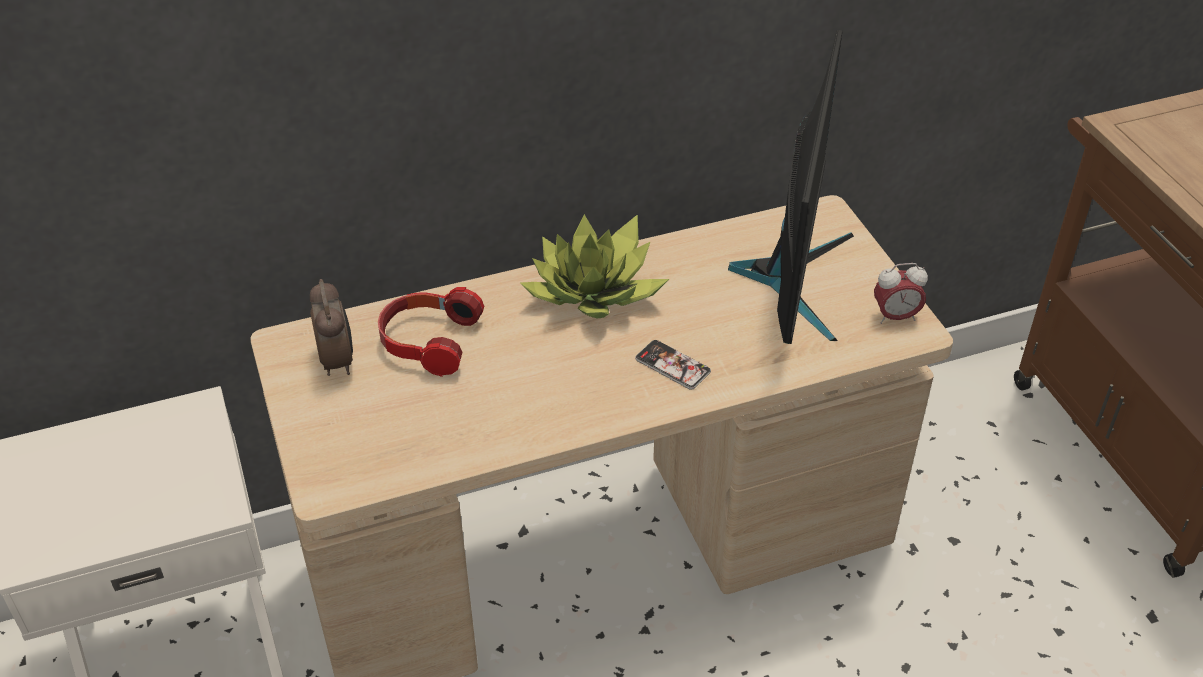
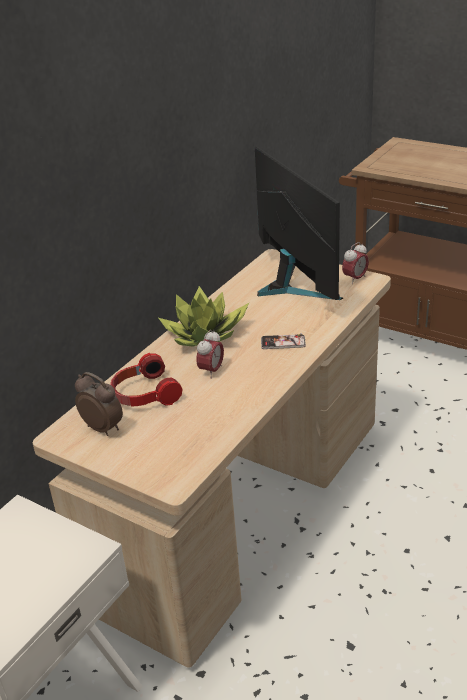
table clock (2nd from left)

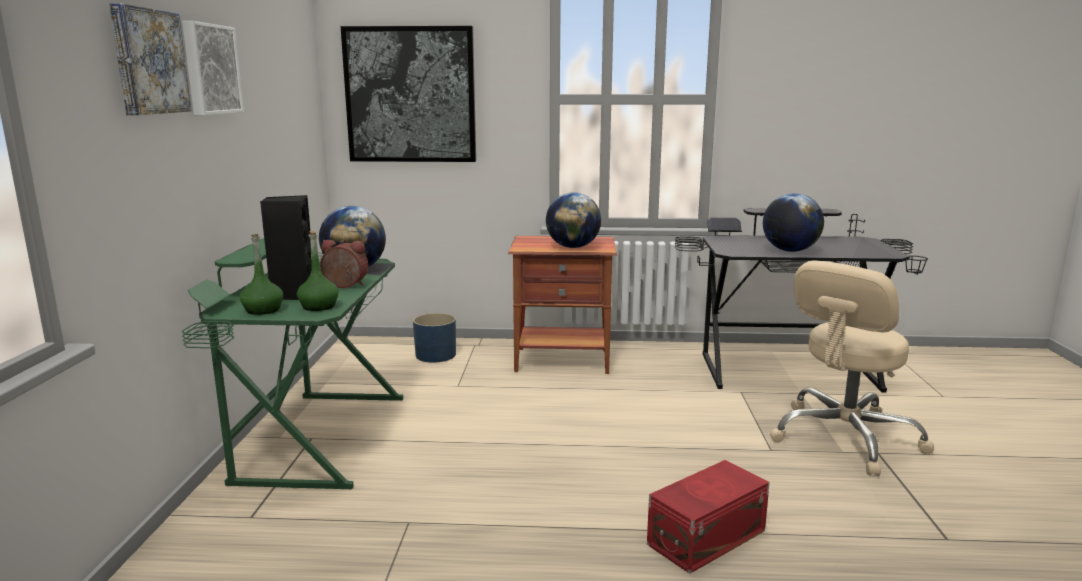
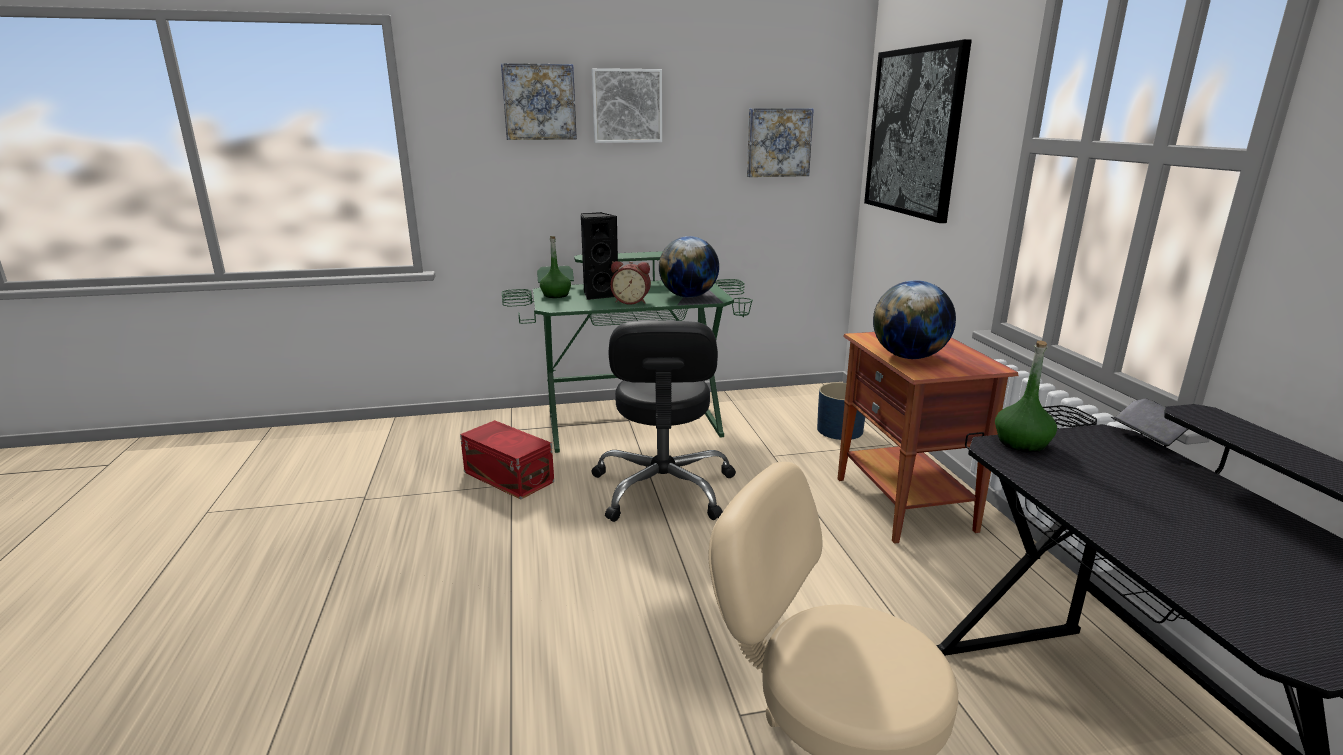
world globe (3rd from left in the first image)
blackish office chair
picture (3rd from left)
green-coloured bottle (2nd from left)
reddish storage container
table clock

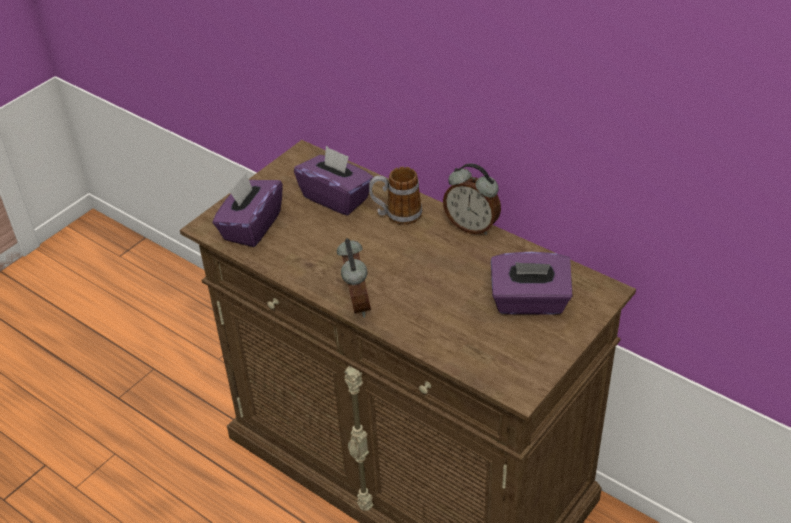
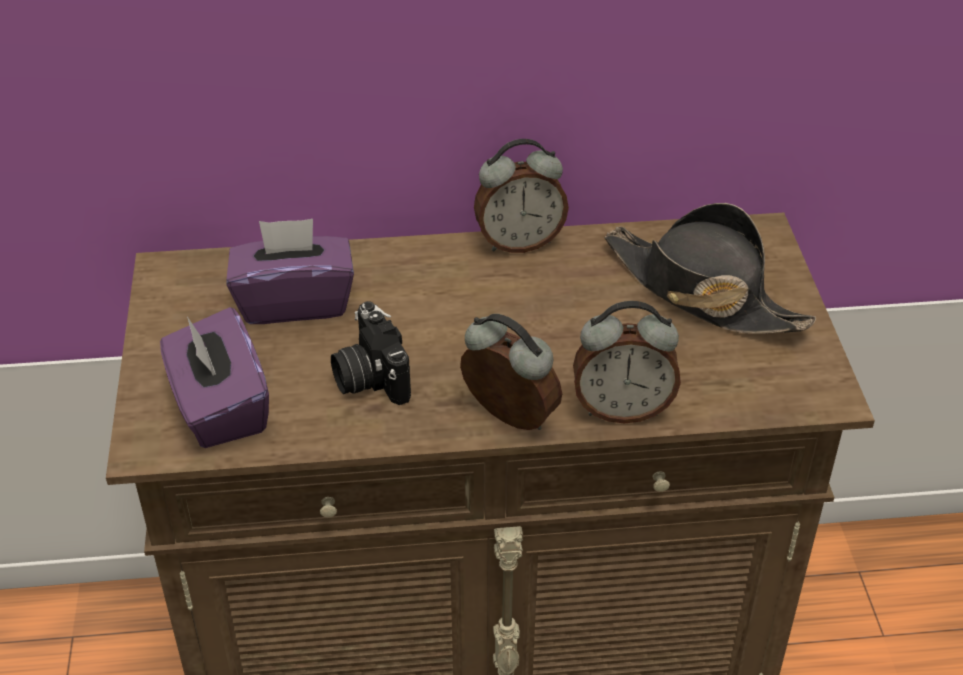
mug
photo camera
table clock (3rd from left)
blackish clothing hat

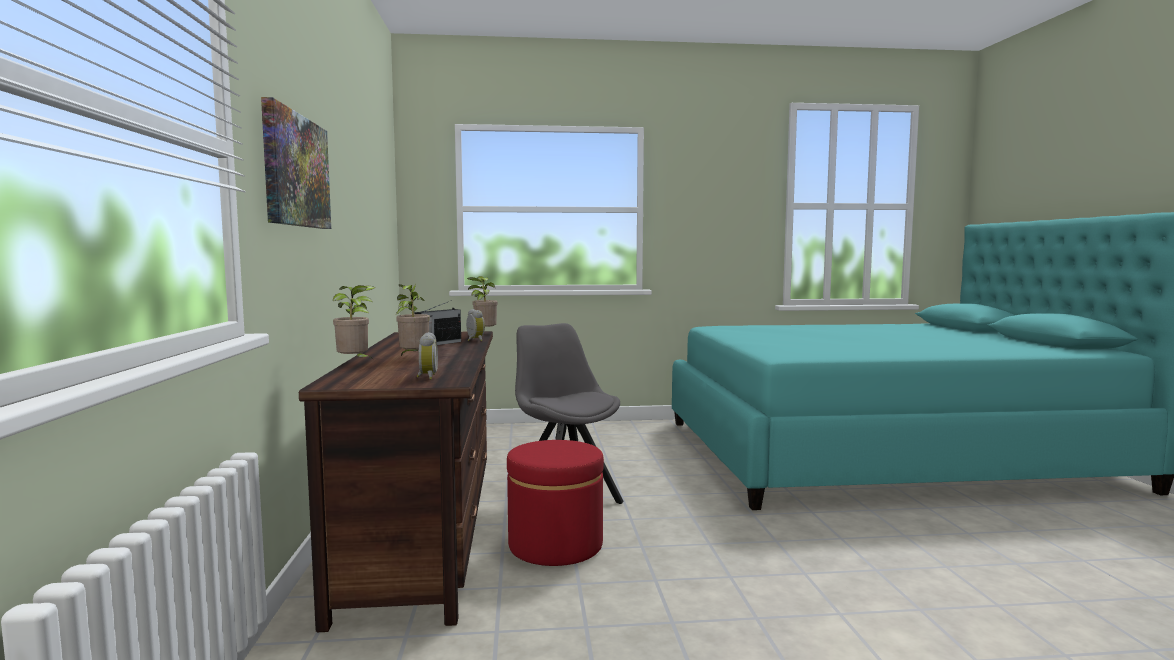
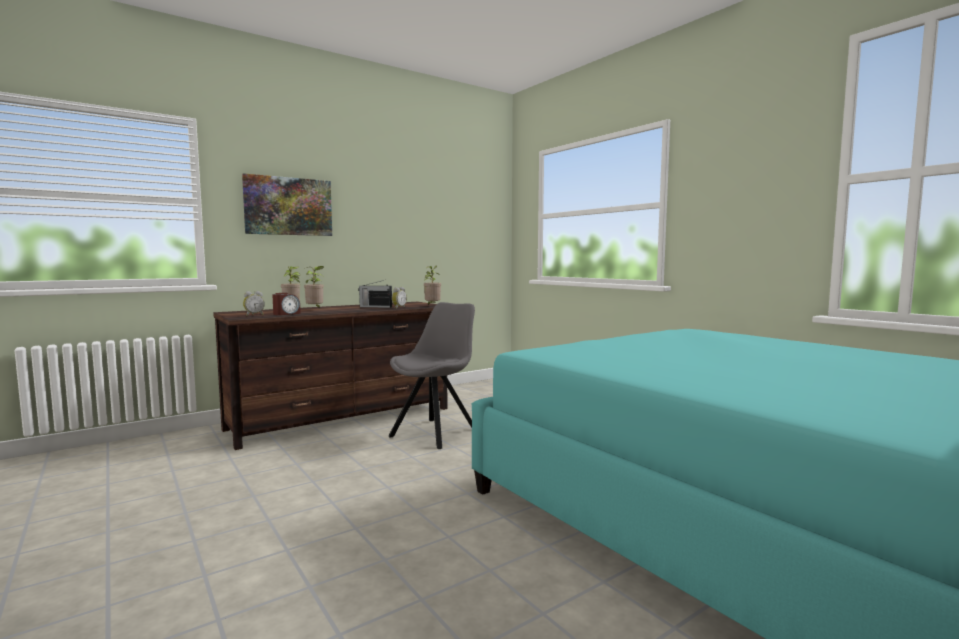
reddish footrest
table clock (2nd from left)

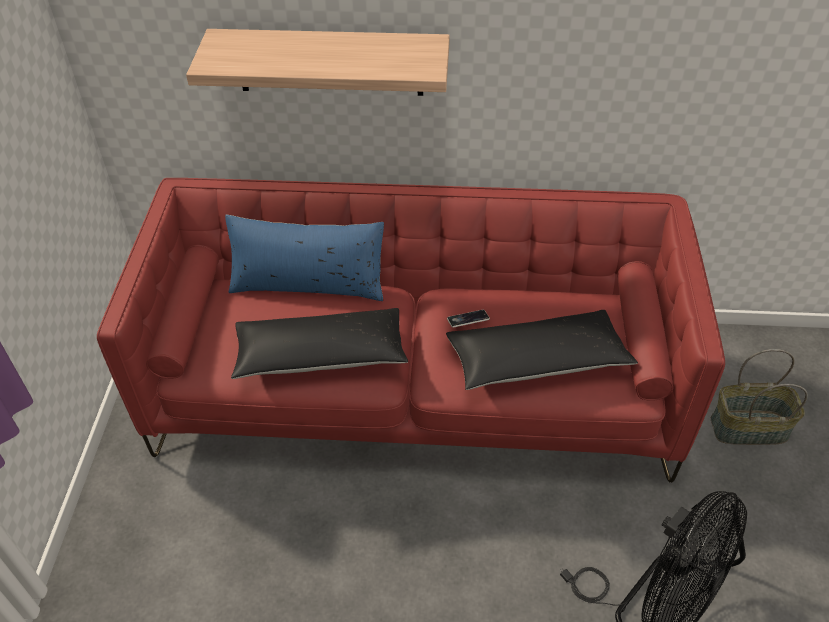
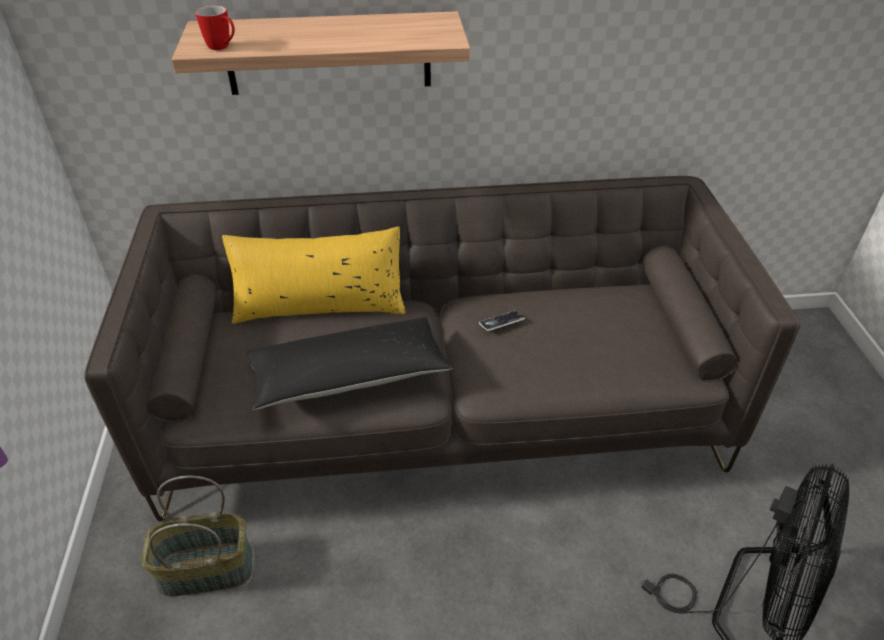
blackish cushion (2nd from left in the first image)
mug
storage basket
grey couch
yellow cushion

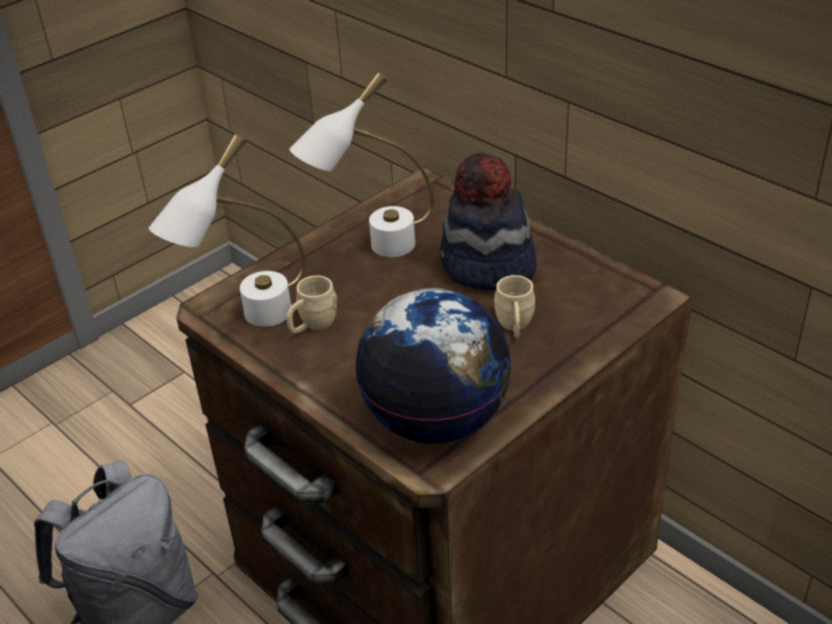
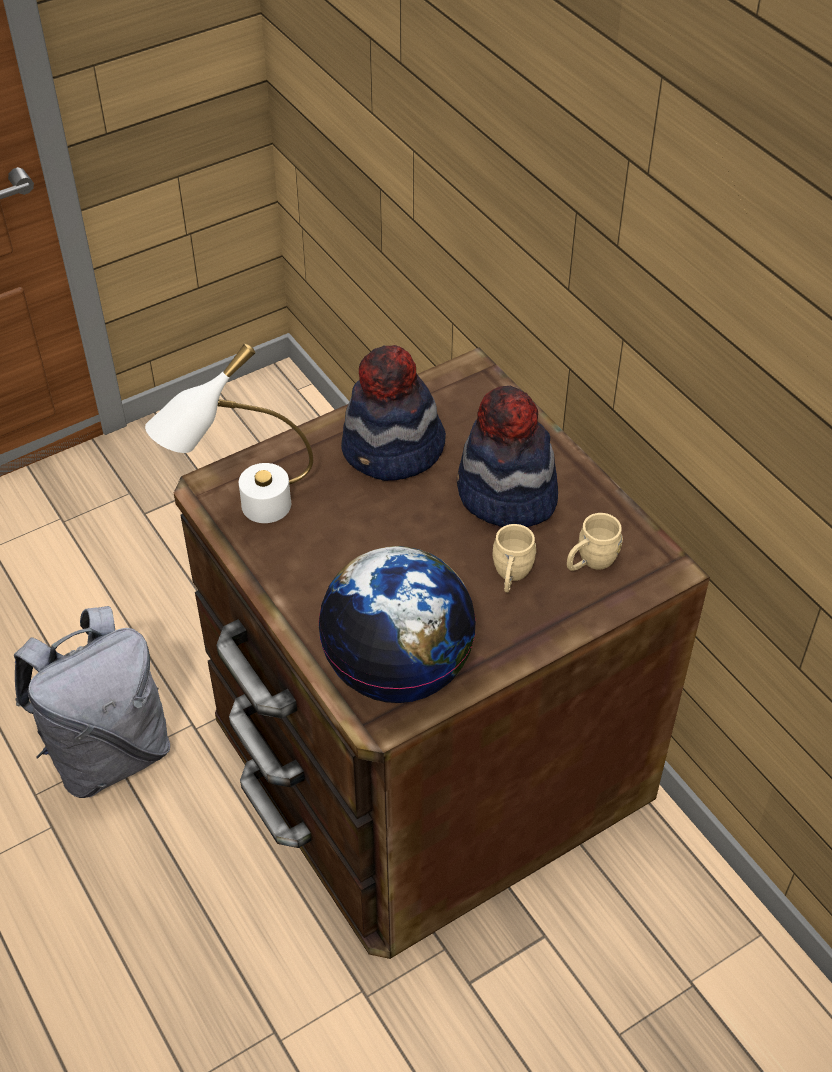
beige mug (2nd from left)
clothing hat (1st from left)

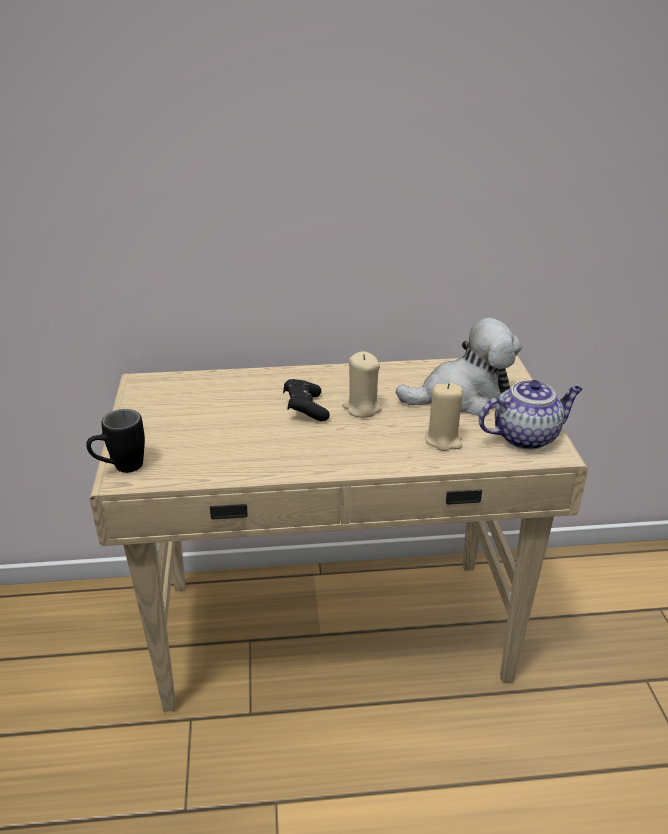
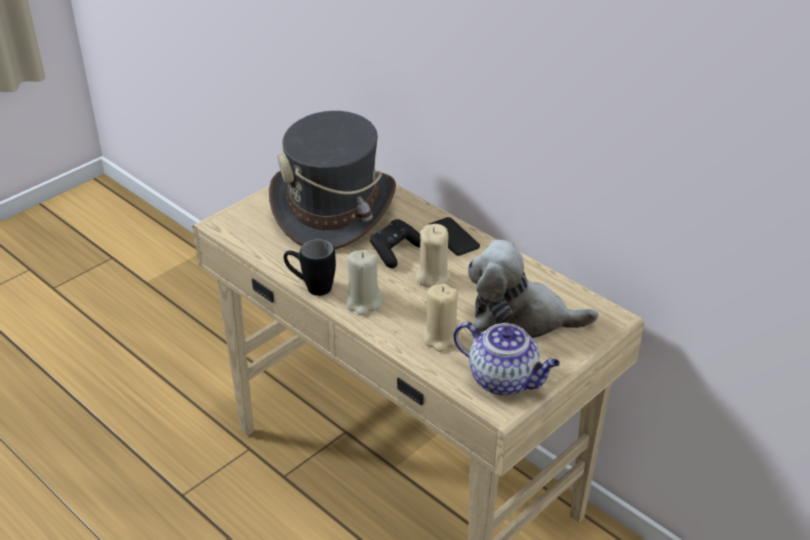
grey clothing hat
beige wax light (1st from left)
telephone
blackish mug
cuddly toy

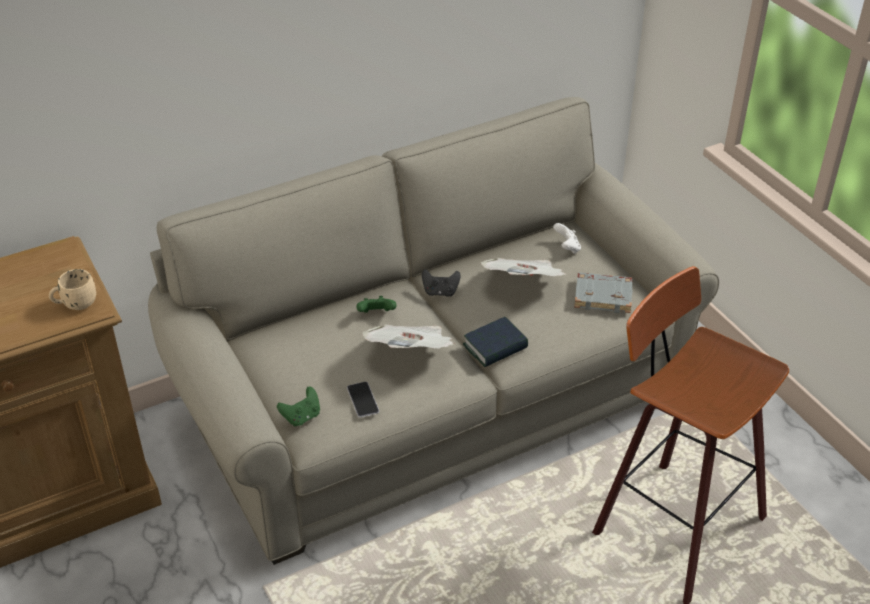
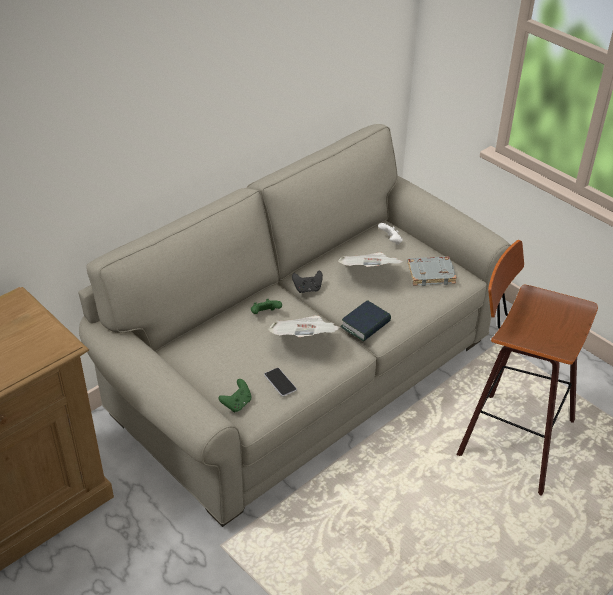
beige mug

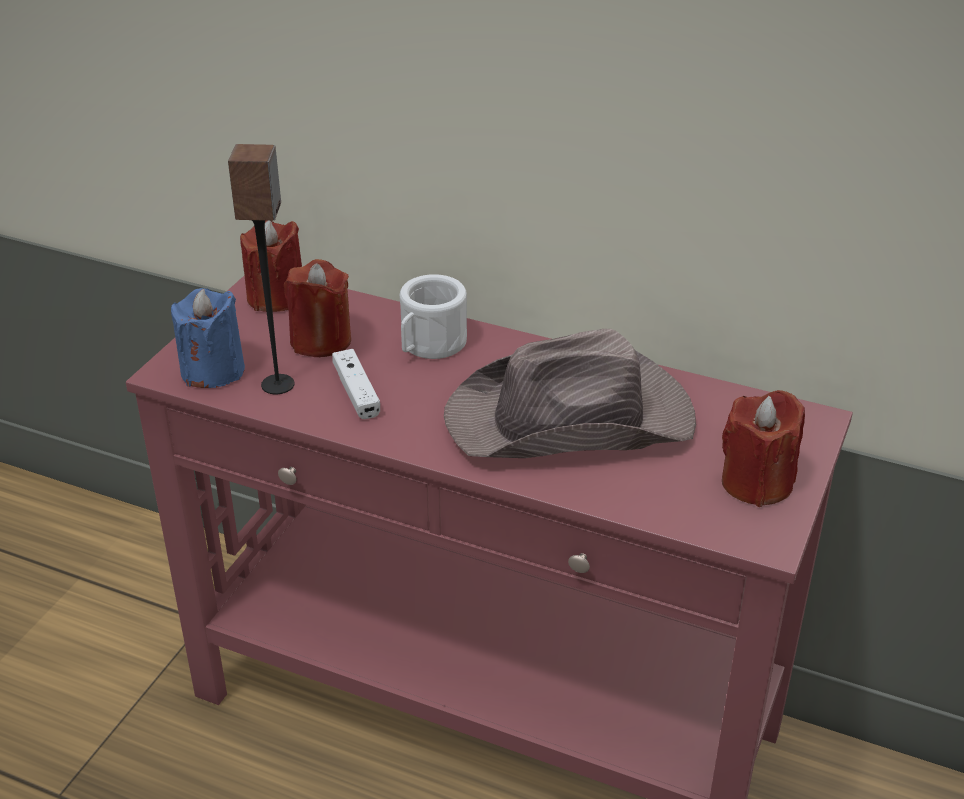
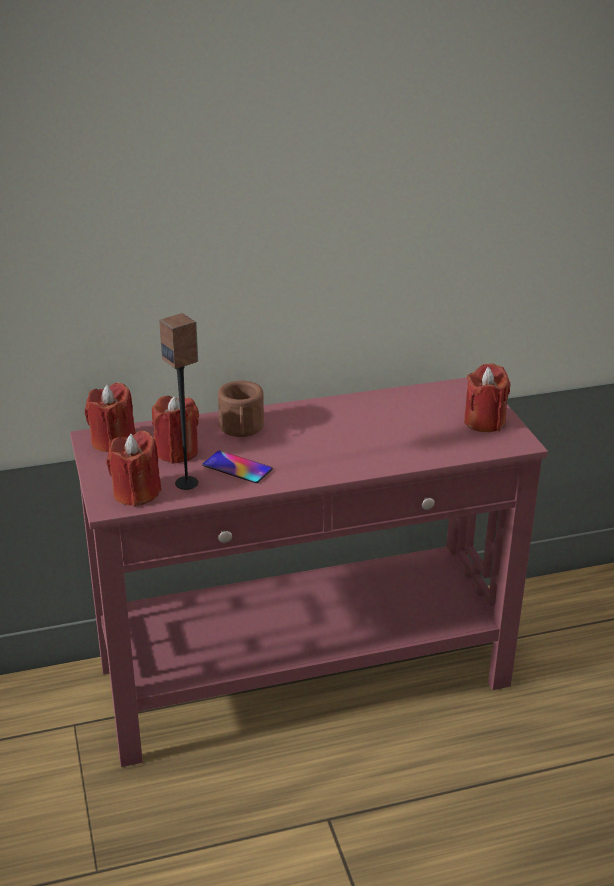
brownish clothing hat
telephone
reddish wax light (2nd from left)
brownish mug

